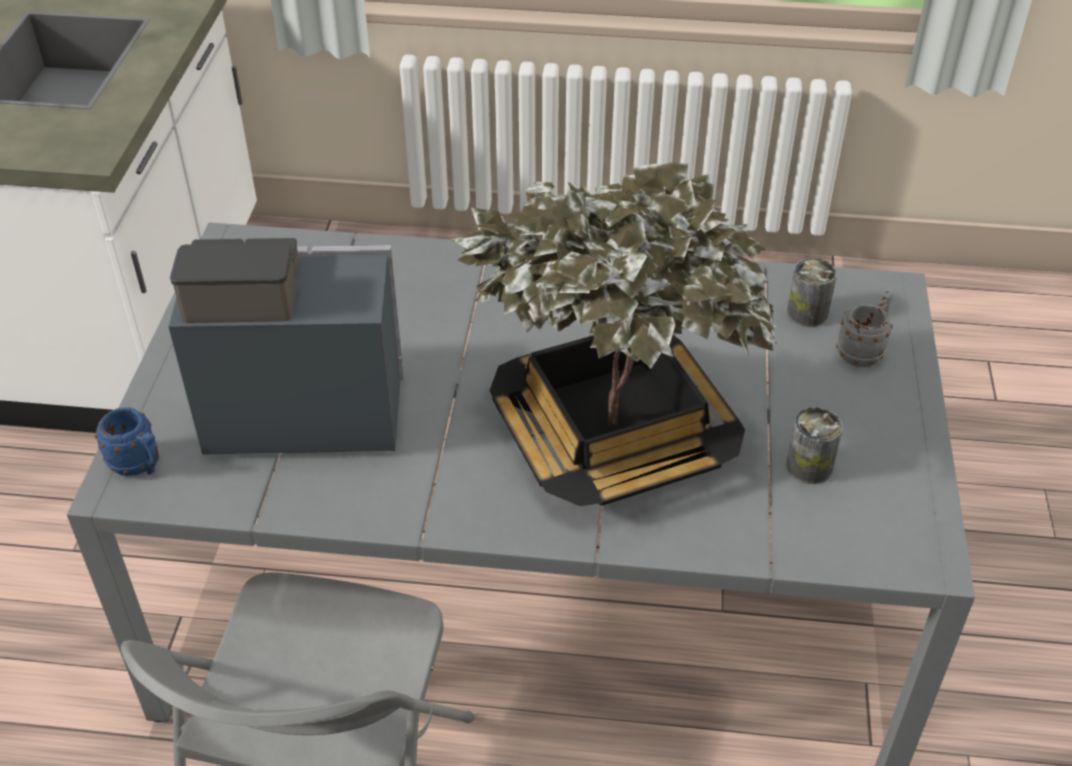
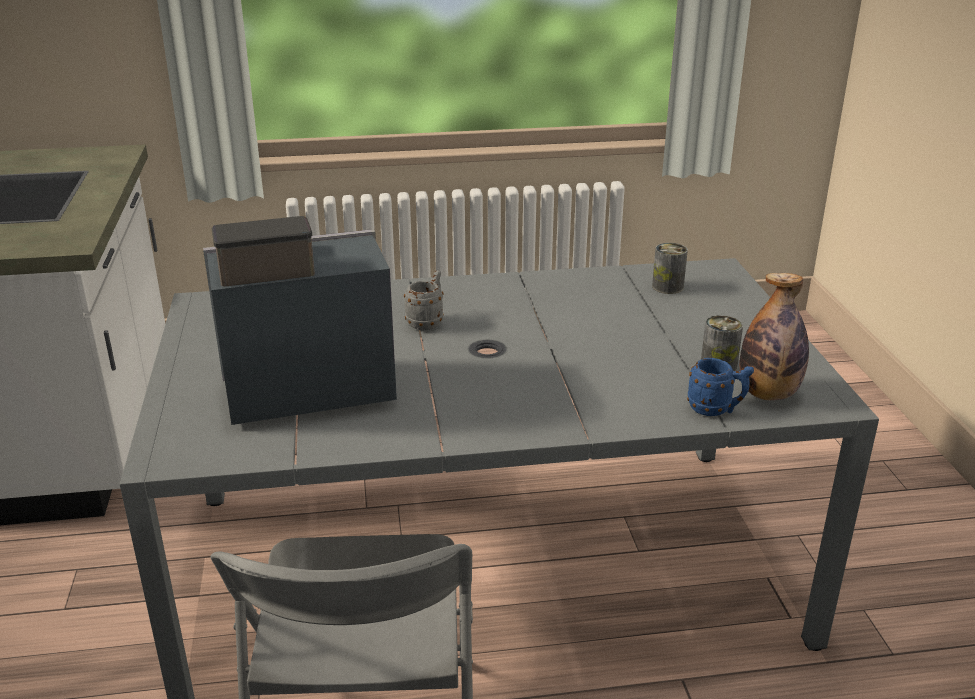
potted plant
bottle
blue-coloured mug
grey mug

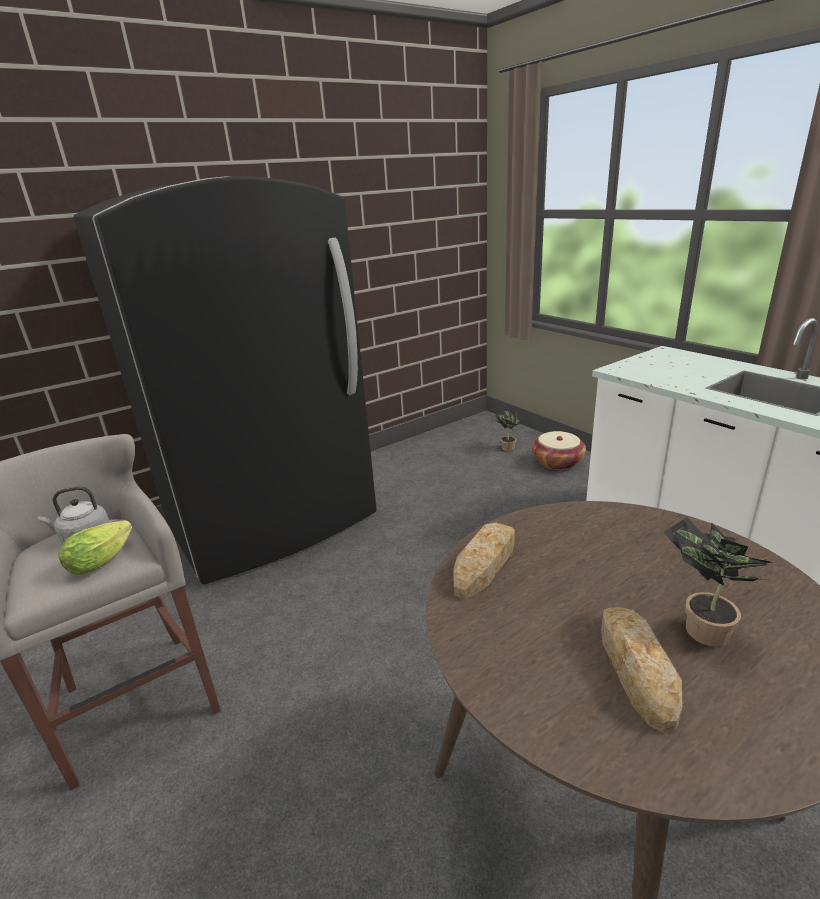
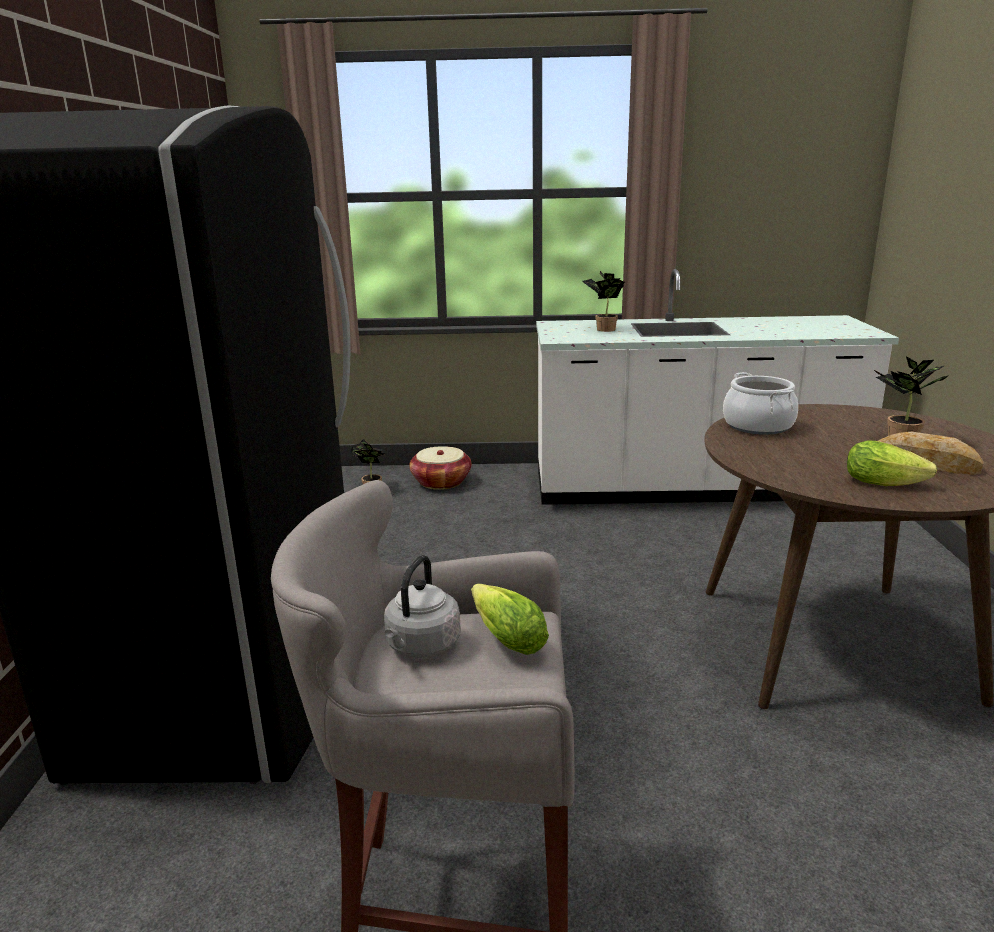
baked bread (1st from left in the first image)
potted plant (2nd from left)
saucepot
lettuce (2nd from left)

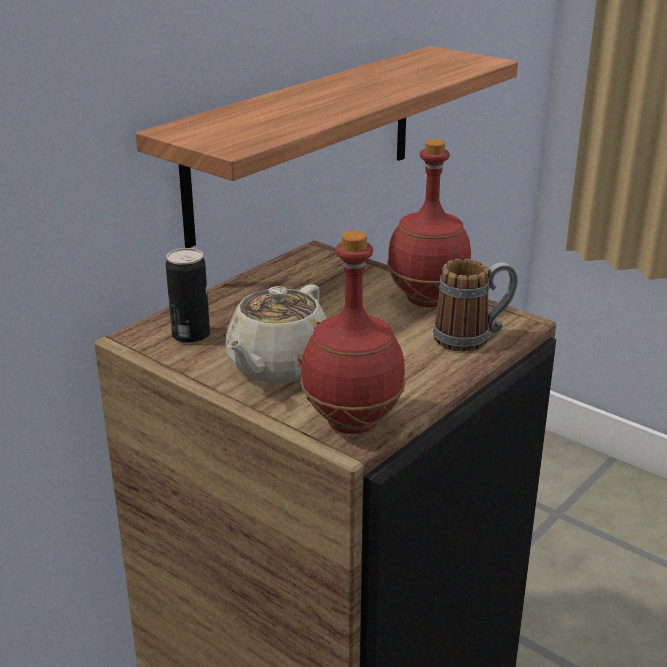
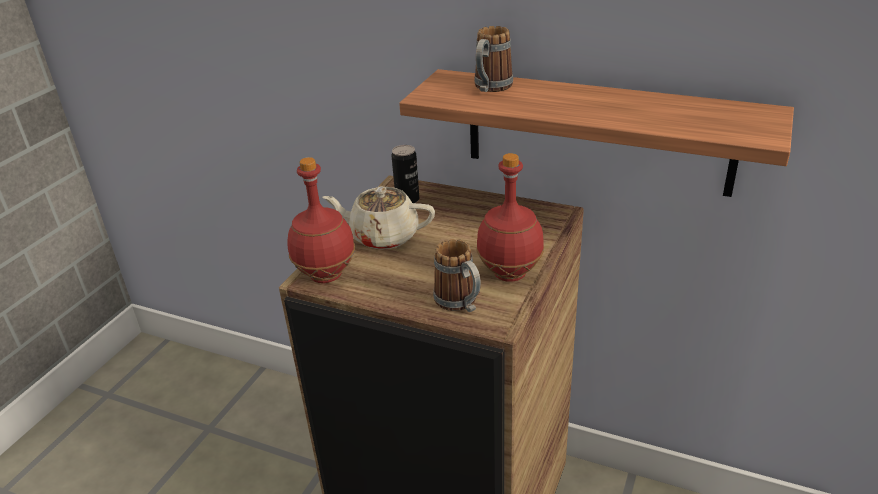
mug (2nd from left)

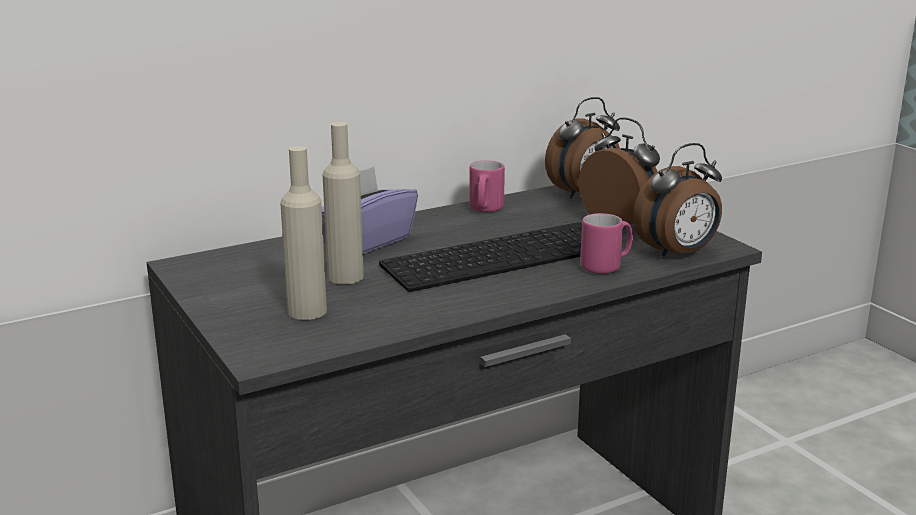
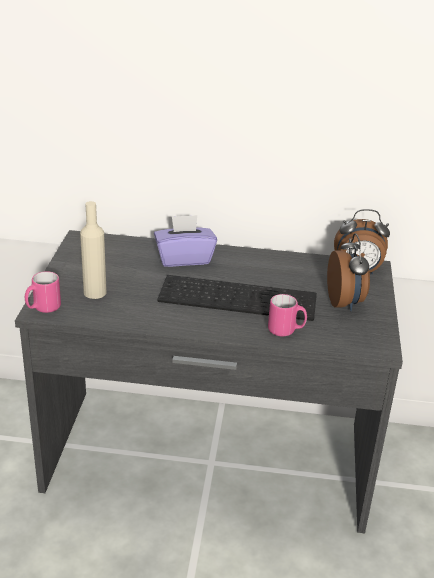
beige bottle (2nd from left in the first image)
table clock (3rd from left in the first image)
pink mug (1st from left)

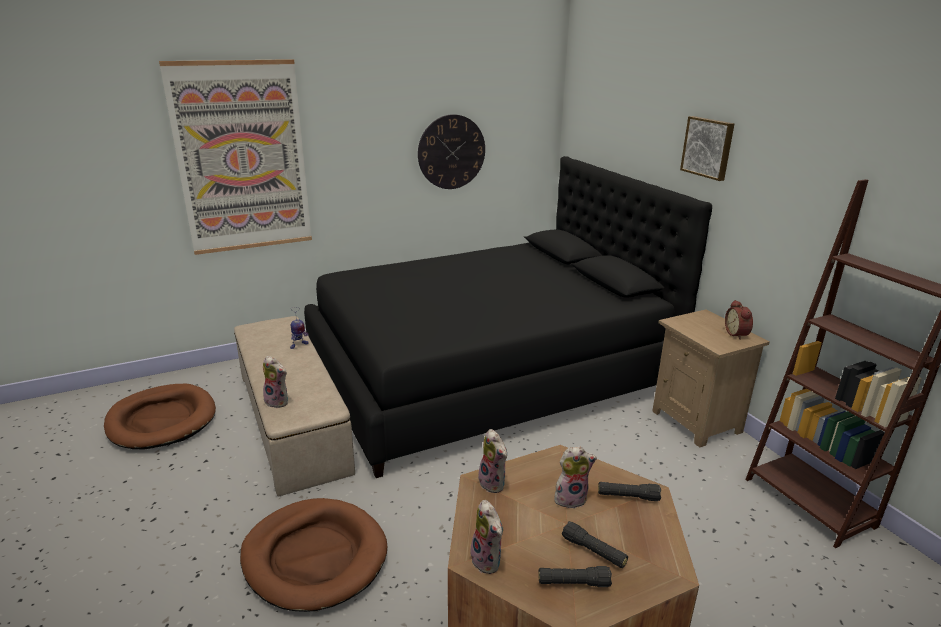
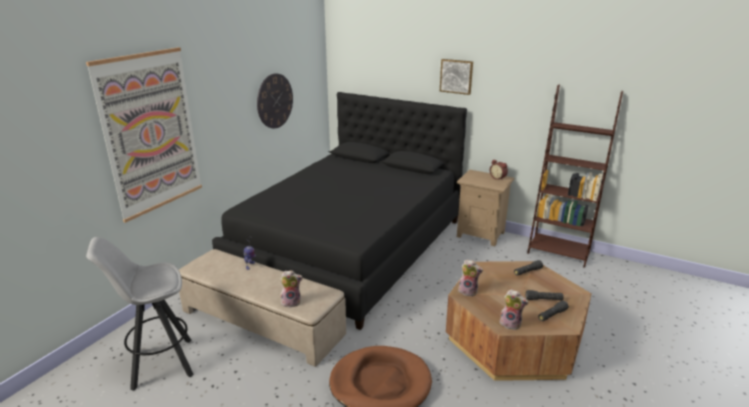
cuddly toy (4th from left in the first image)
grey sitting stool

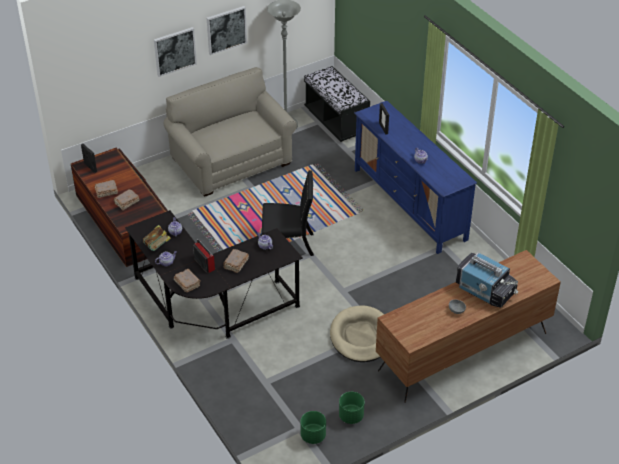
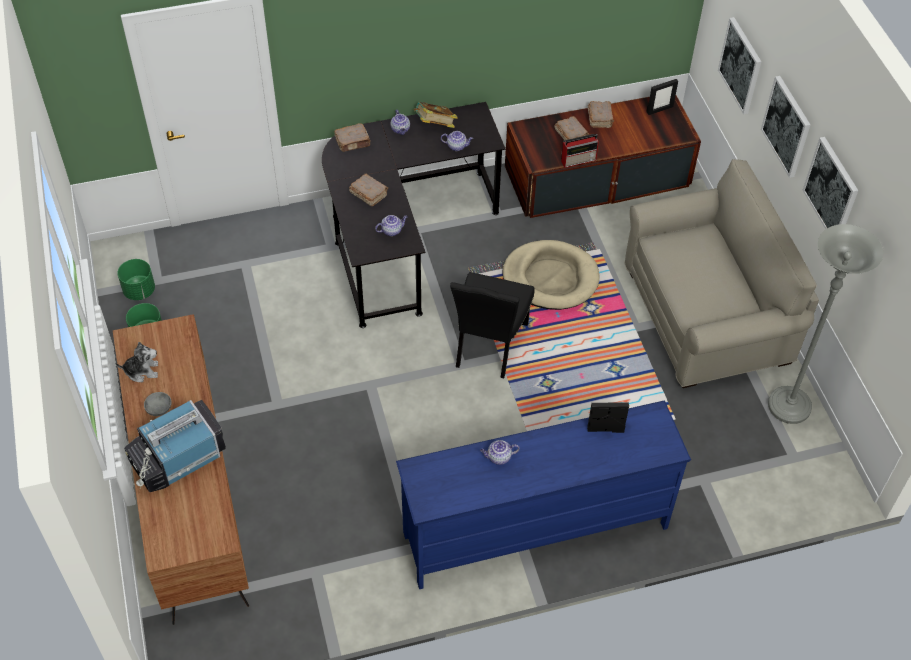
blackish bench
cuddly toy
picture (1st from left)
radio
beige pet bed

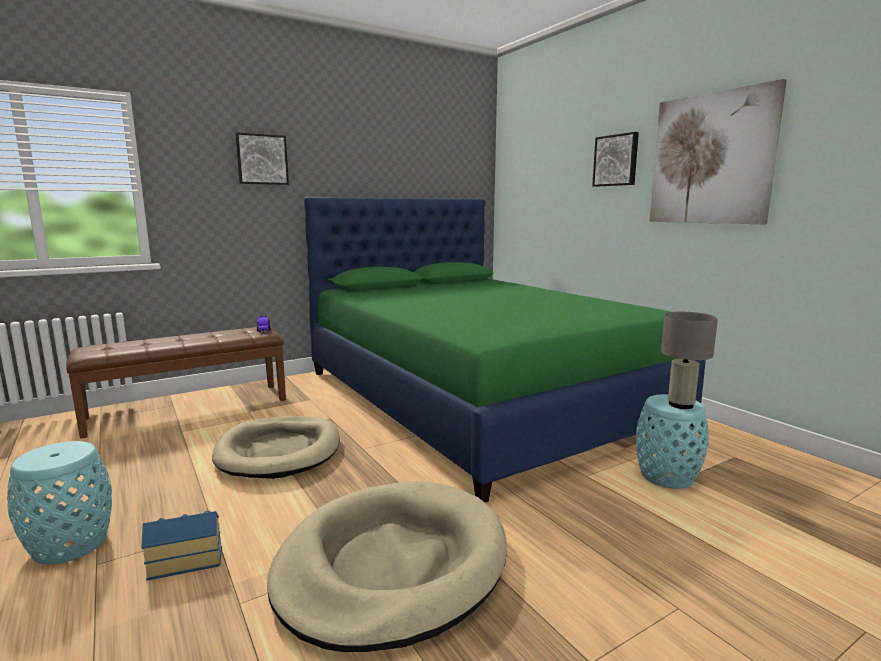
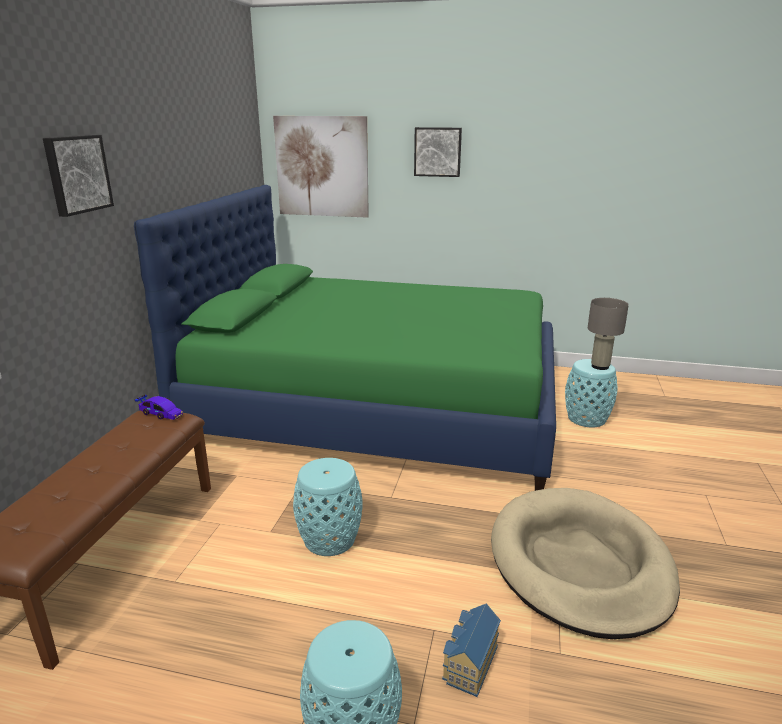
picture (2nd from left)
blue-green sitting stool (1st from left)

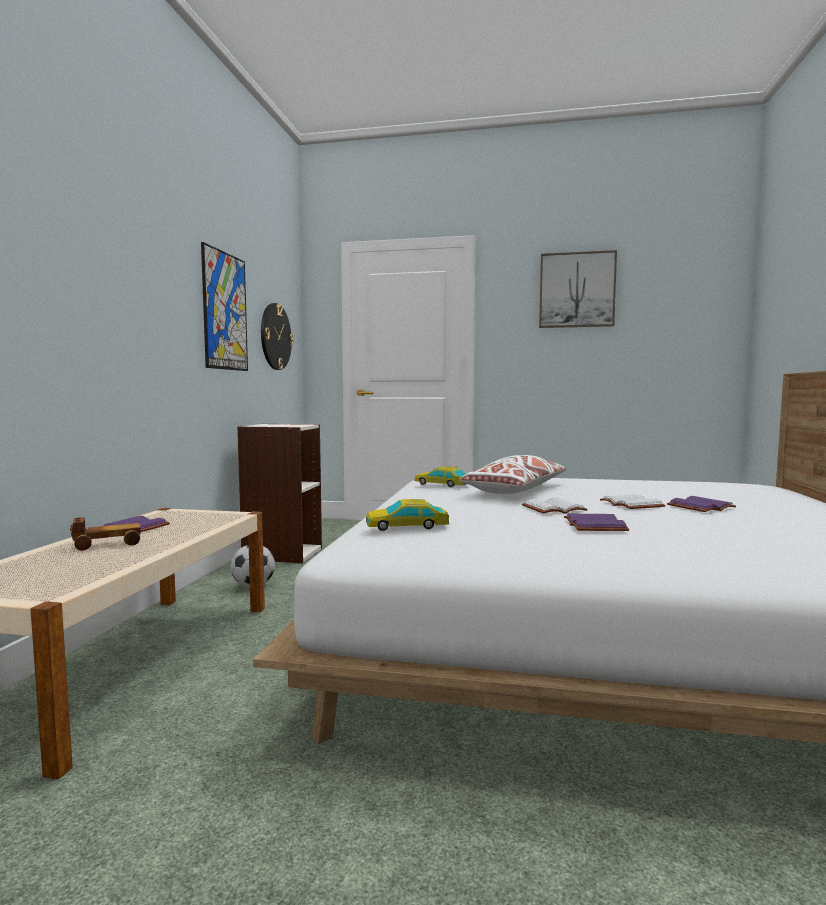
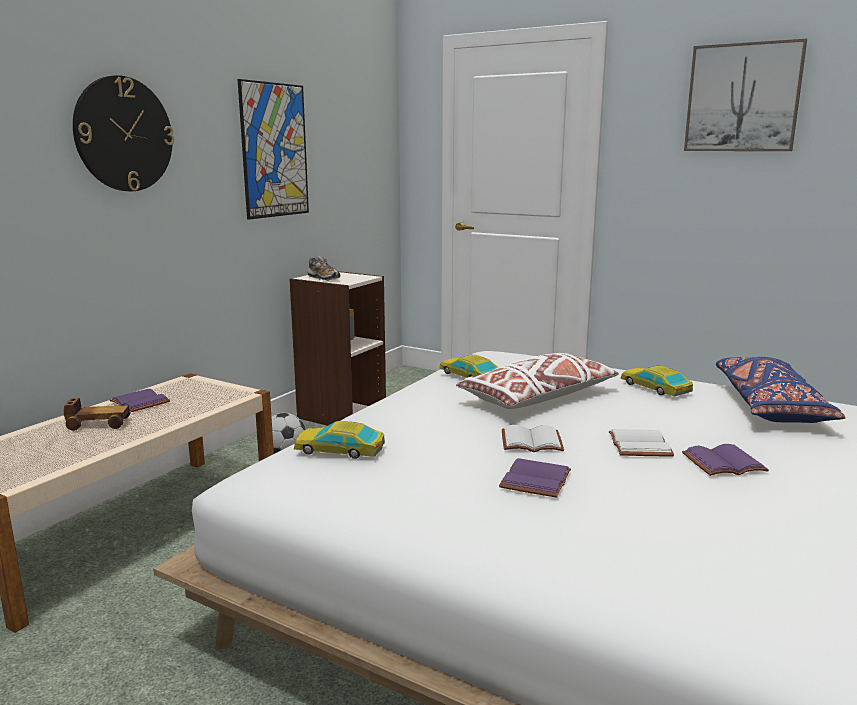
low shoe
toy car (4th from left)
blue-coloured cushion
clock on the wall

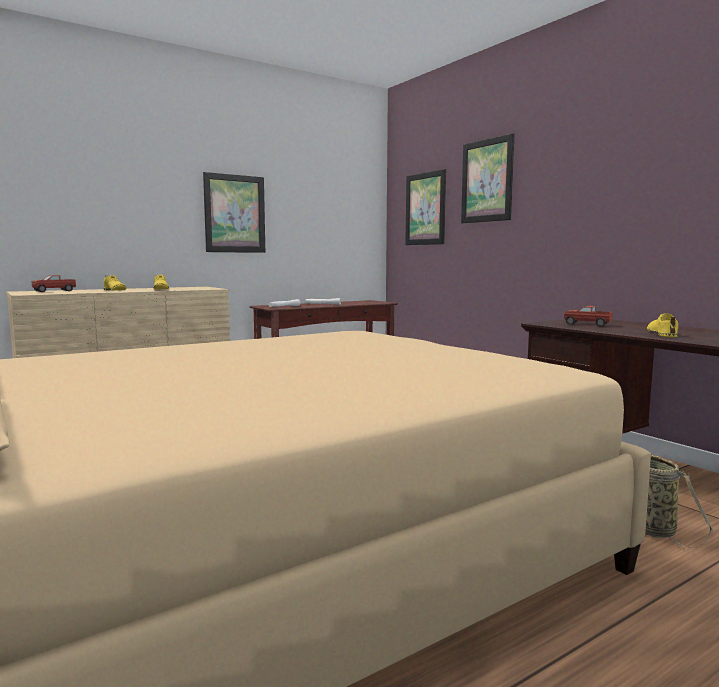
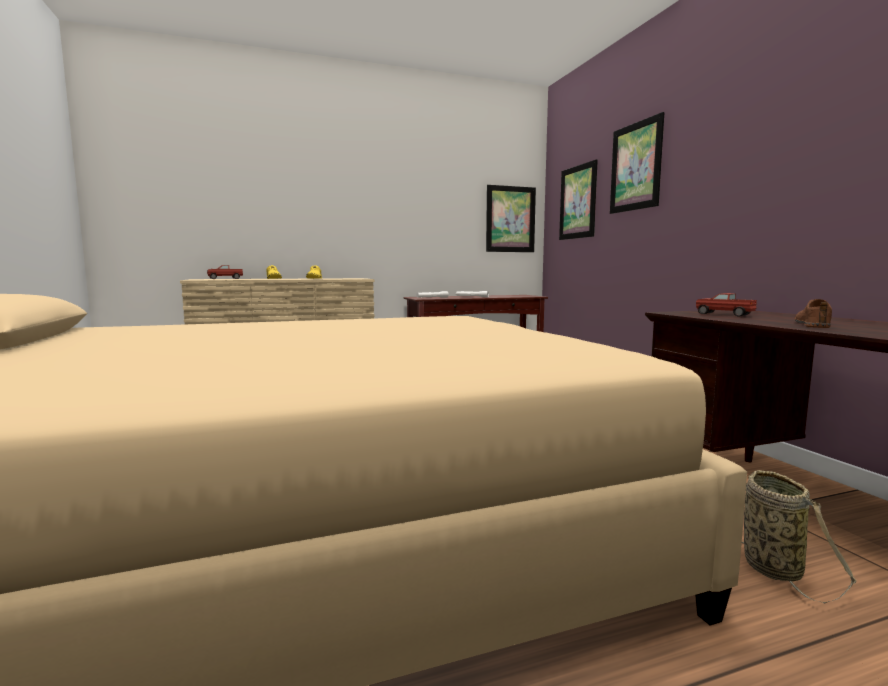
picture (1st from left)
brownish low shoe

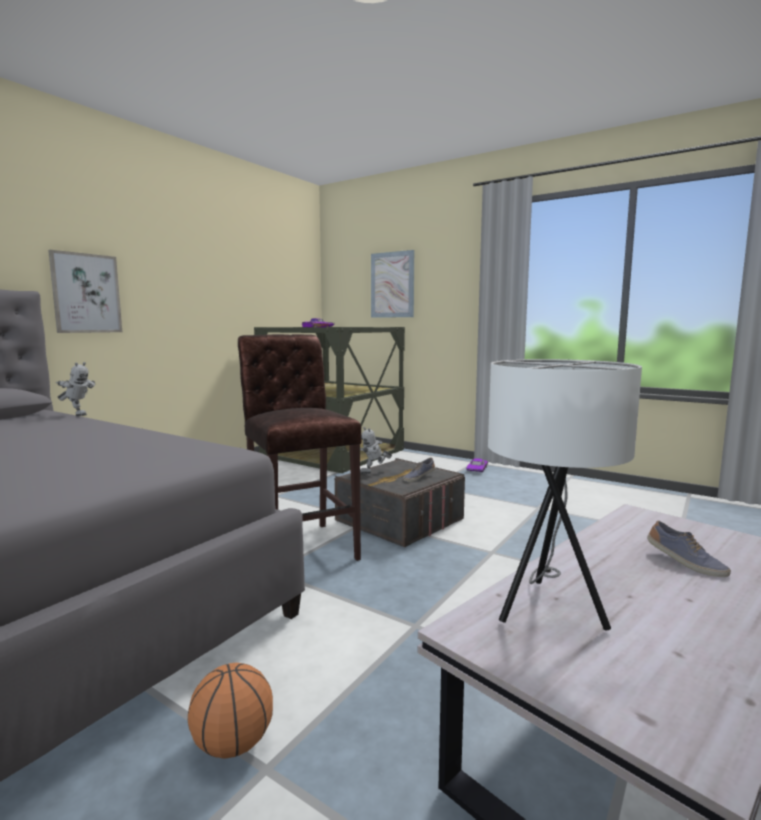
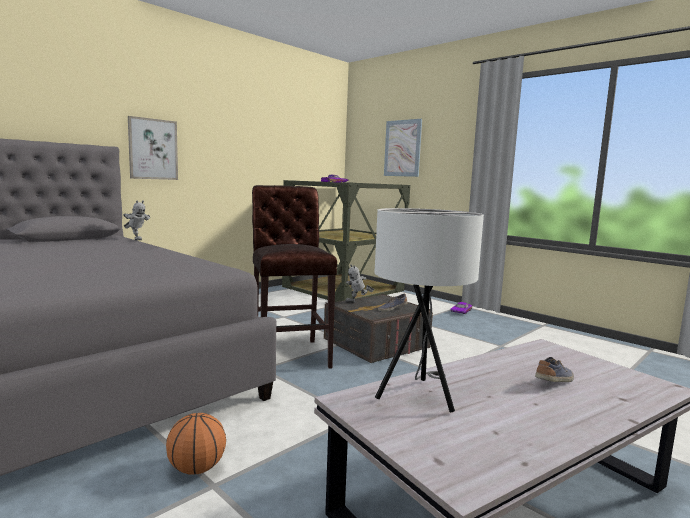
low shoe (2nd from left)

